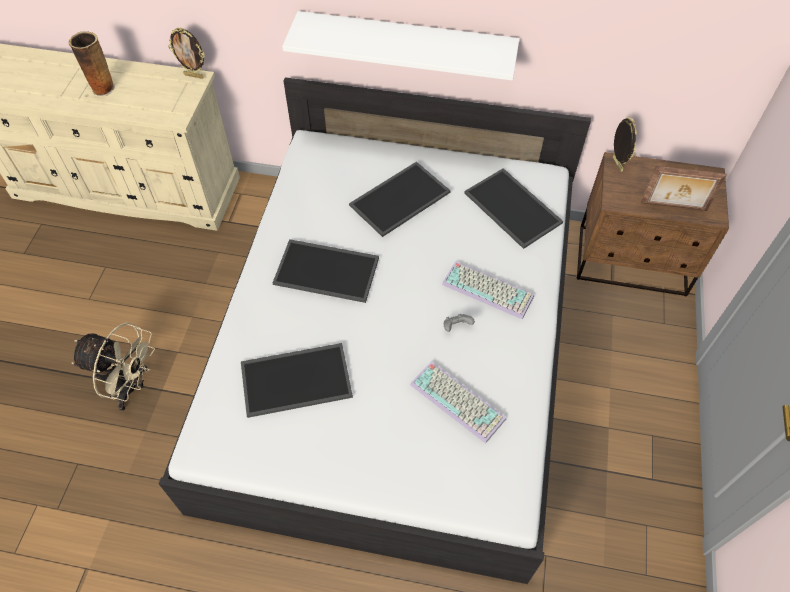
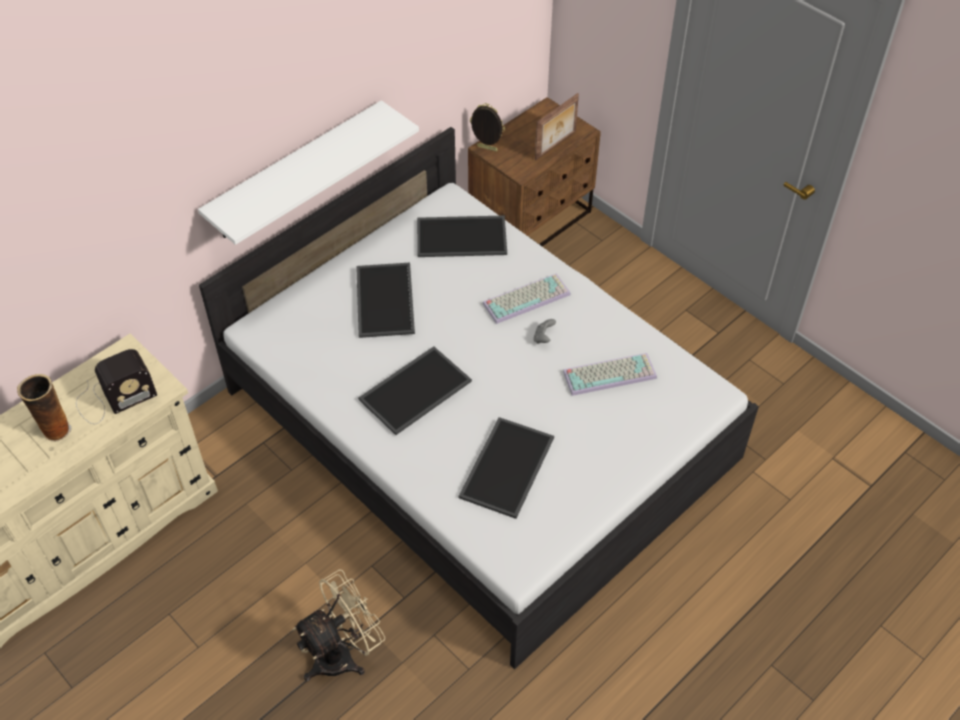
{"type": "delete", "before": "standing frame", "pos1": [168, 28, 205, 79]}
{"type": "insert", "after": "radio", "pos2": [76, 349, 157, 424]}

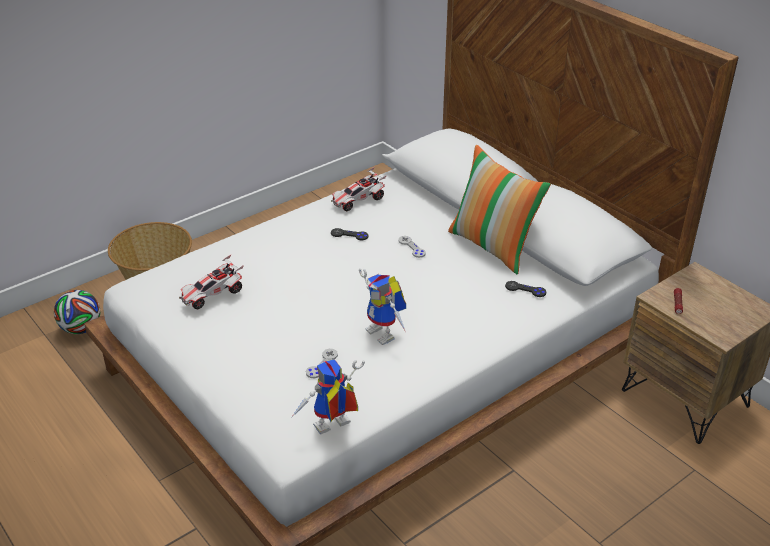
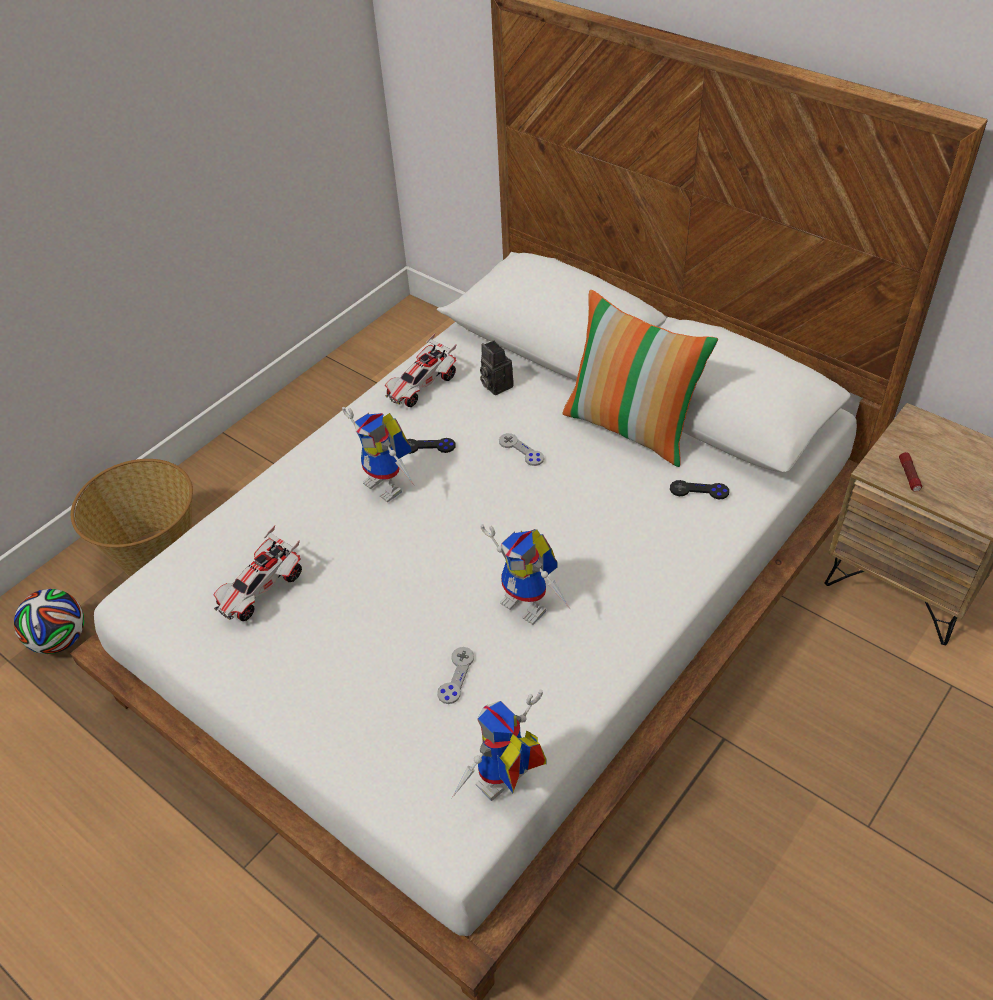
{"type": "insert", "after": "robot figure", "pos2": [342, 407, 414, 502]}
{"type": "insert", "after": "photo camera", "pos2": [480, 341, 514, 395]}

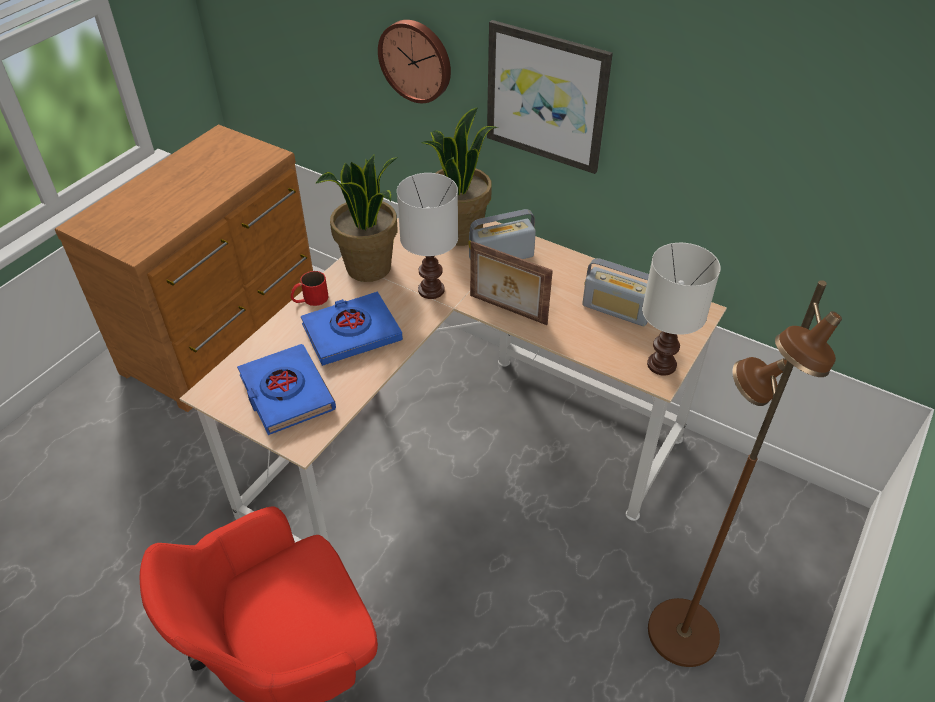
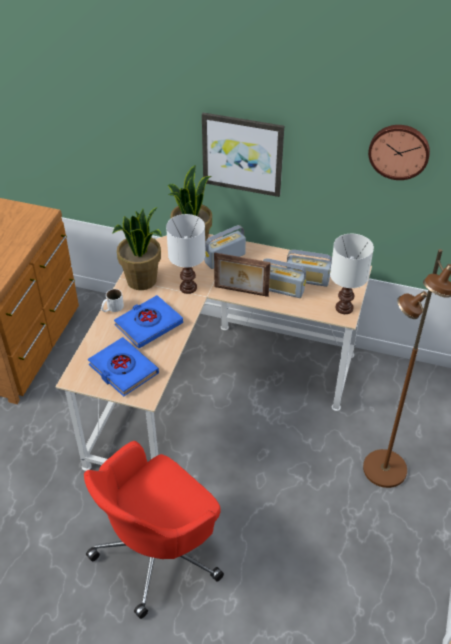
{"type": "recolor", "before": "coffee mug in red", "after": "coffee mug in white", "pos1": [291, 271, 329, 306], "pos2": [101, 289, 124, 312]}
{"type": "move", "before": "wall clock", "pos1": [378, 20, 451, 103], "pos2": [368, 125, 430, 180]}
{"type": "insert", "after": "radio", "pos2": [263, 258, 306, 298]}

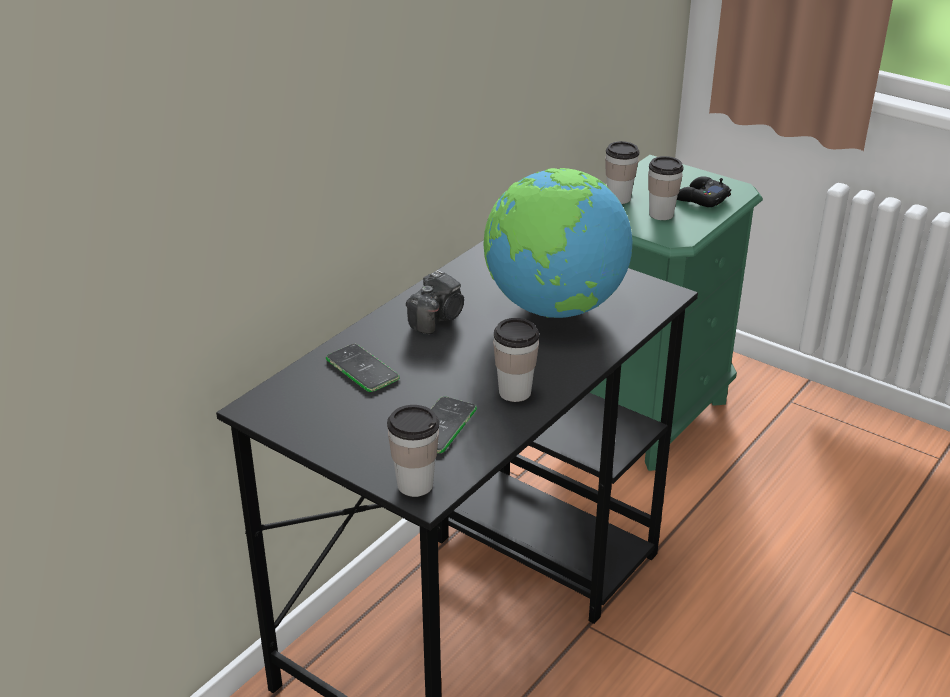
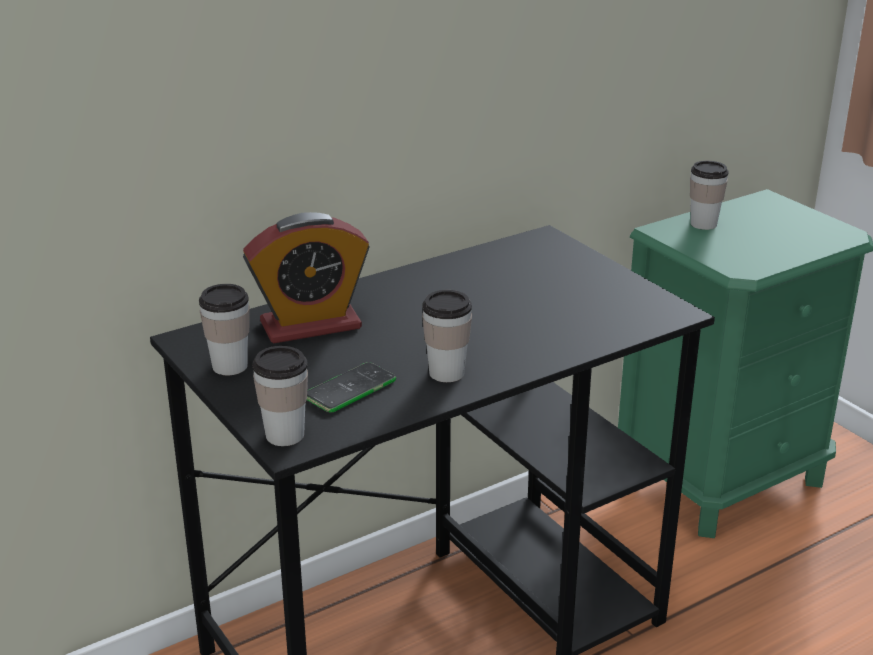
{"type": "replace", "before": "handset", "after": "bedside clock", "pos1": [326, 344, 400, 392], "pos2": [243, 212, 369, 344]}
{"type": "delete", "before": "photo camera", "pos1": [406, 270, 464, 334]}
{"type": "delete", "before": "desk globe", "pos1": [484, 168, 632, 318]}
{"type": "move", "before": "drinking cup", "pos1": [648, 156, 684, 220], "pos2": [199, 284, 250, 375]}
{"type": "delete", "before": "game controller in black", "pos1": [677, 176, 731, 207]}

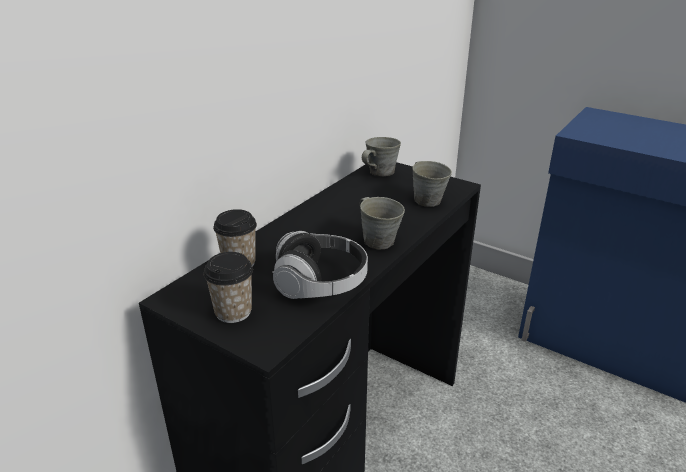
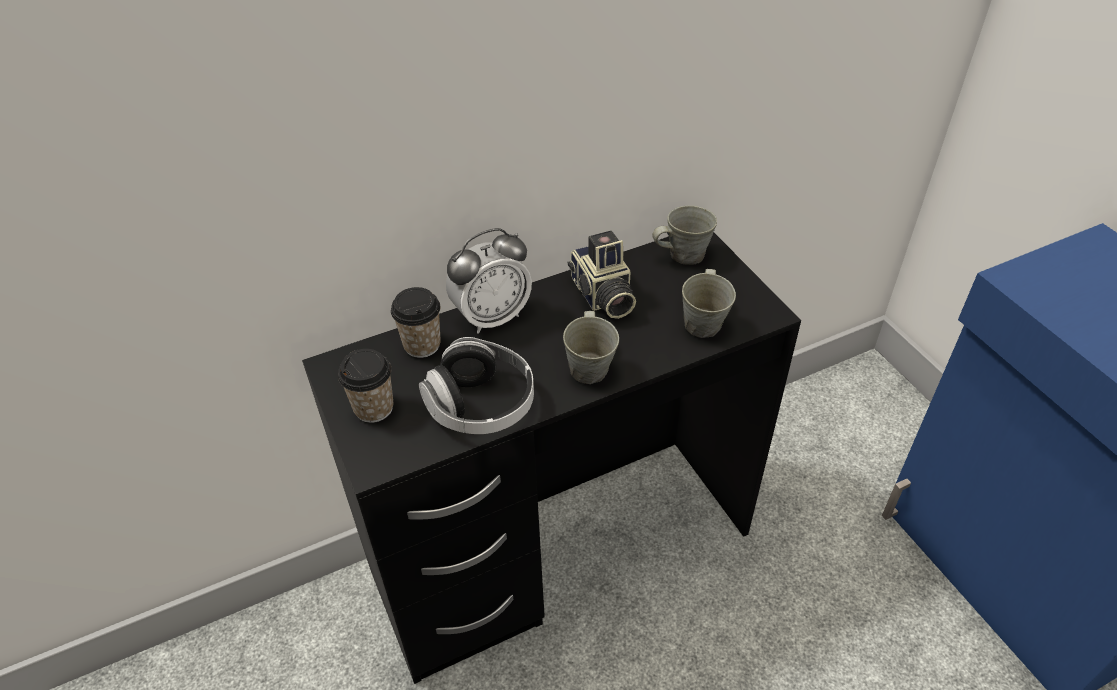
{"type": "insert", "after": "bedside clock", "pos2": [446, 228, 532, 334]}
{"type": "insert", "after": "photo camera", "pos2": [568, 230, 636, 319]}

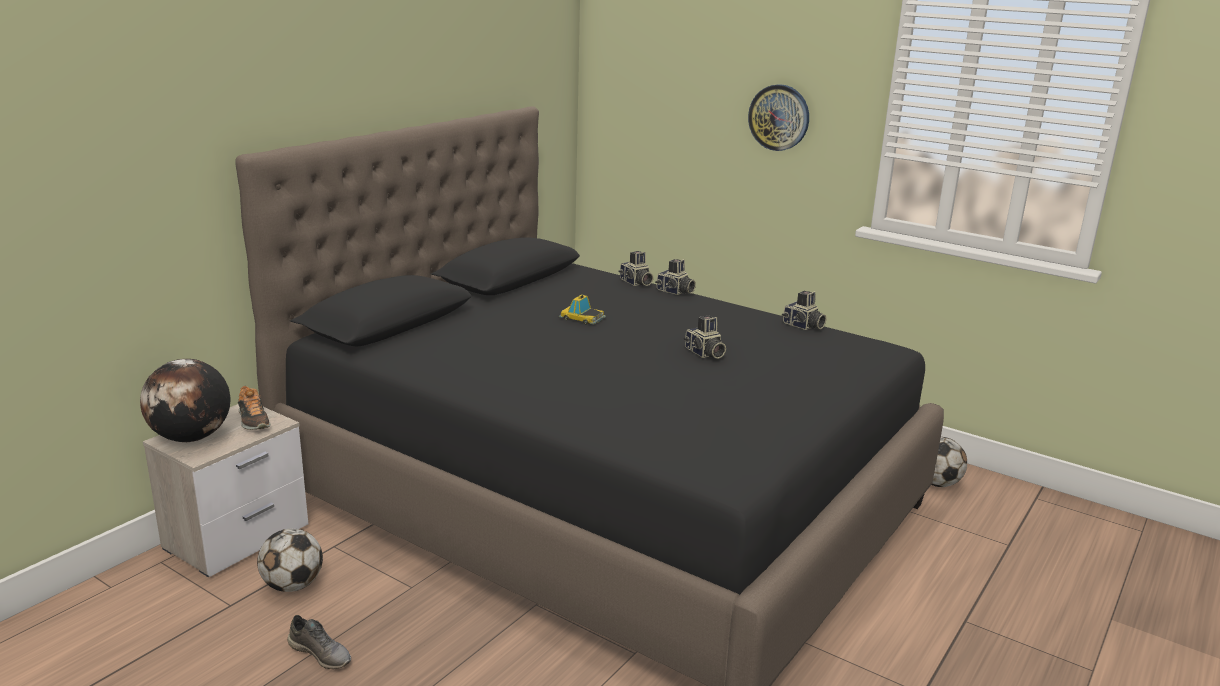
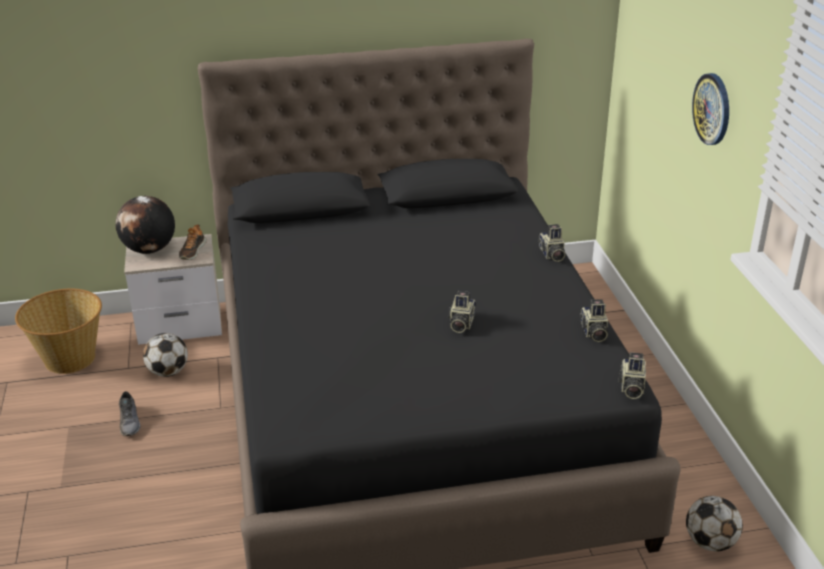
{"type": "delete", "before": "miniature car", "pos1": [559, 294, 606, 325]}
{"type": "move", "before": "photo camera", "pos1": [619, 251, 654, 286], "pos2": [619, 352, 646, 399]}
{"type": "insert", "after": "storage basket", "pos2": [15, 289, 102, 374]}

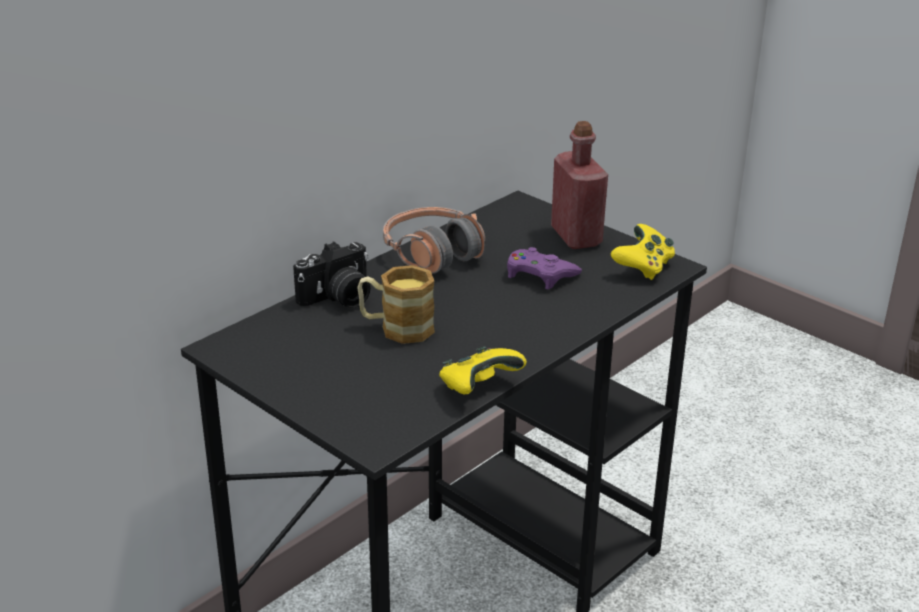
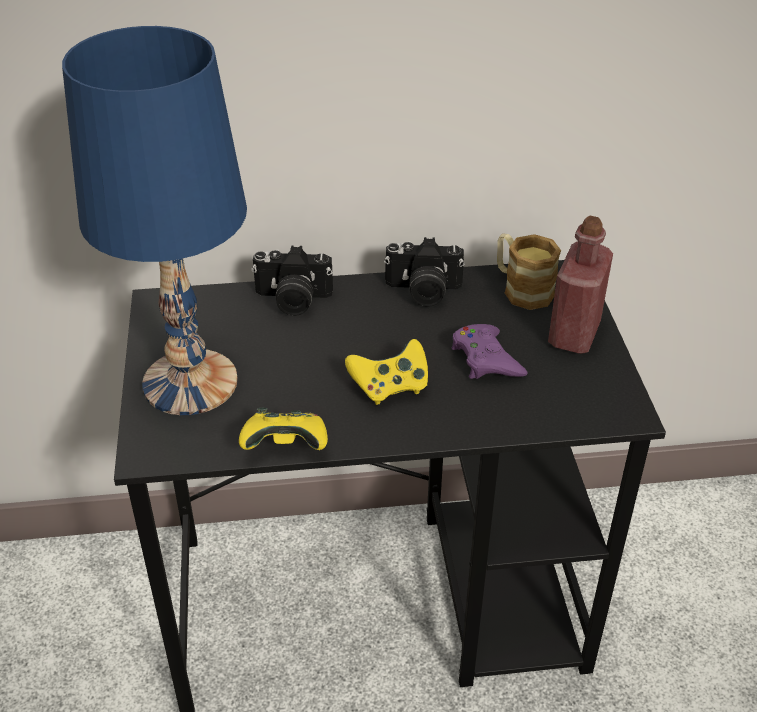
{"type": "move", "before": "coffee mug", "pos1": [358, 265, 435, 344], "pos2": [497, 234, 561, 310]}
{"type": "replace", "before": "headphones", "after": "photo camera", "pos1": [383, 207, 486, 274], "pos2": [384, 237, 465, 307]}
{"type": "move", "before": "game controller in yellow", "pos1": [610, 224, 675, 280], "pos2": [345, 339, 428, 405]}
{"type": "insert", "after": "lamp for a table in blue", "pos2": [62, 26, 247, 415]}

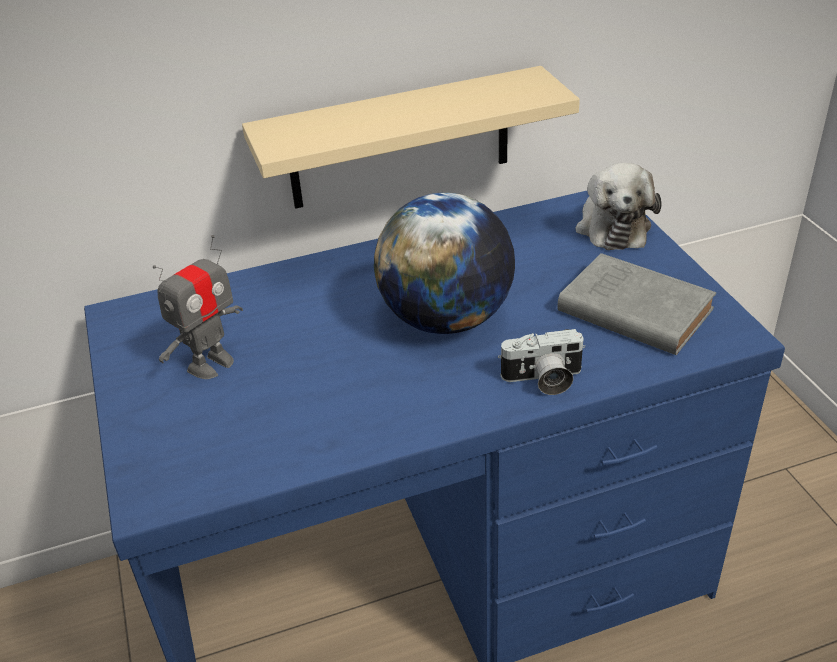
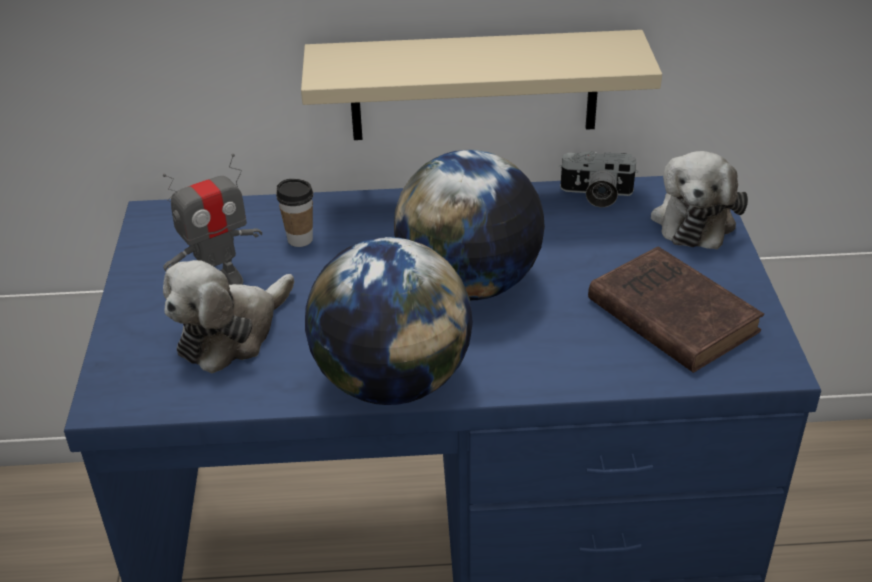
{"type": "move", "before": "photo camera", "pos1": [498, 329, 585, 395], "pos2": [559, 151, 638, 207]}
{"type": "recolor", "before": "book in grey", "after": "book in brownish", "pos1": [557, 253, 716, 355], "pos2": [588, 246, 764, 373]}
{"type": "insert", "after": "plush toy", "pos2": [163, 260, 294, 374]}
{"type": "insert", "after": "drinking cup", "pos2": [276, 179, 314, 247]}
{"type": "insert", "after": "desk globe", "pos2": [305, 237, 473, 405]}

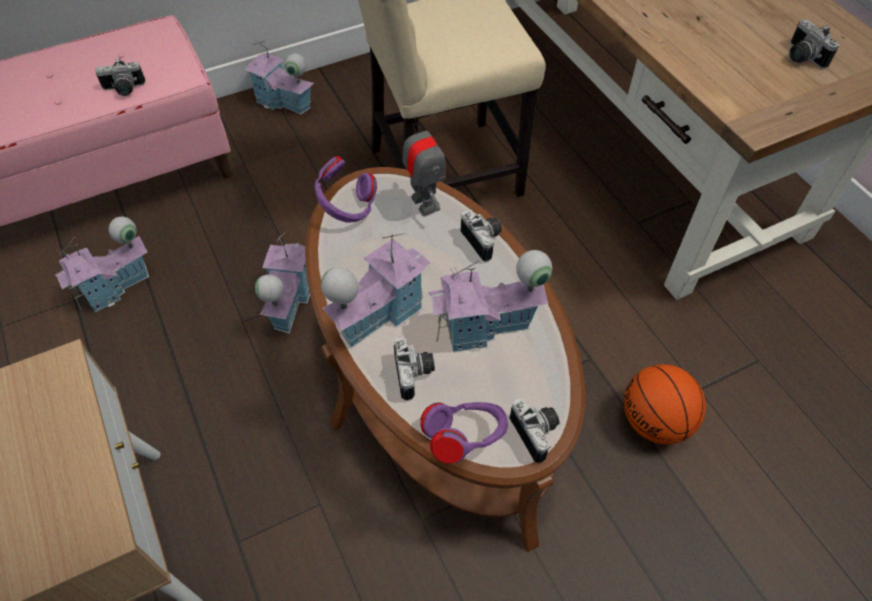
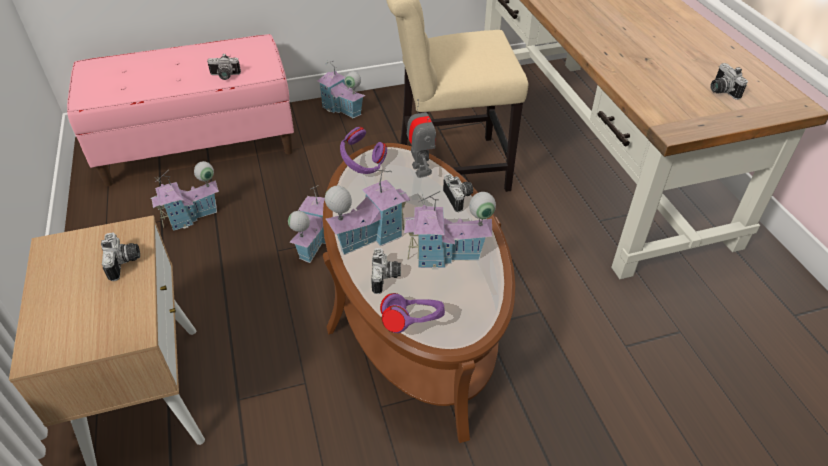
{"type": "move", "before": "photo camera", "pos1": [510, 398, 559, 463], "pos2": [101, 232, 140, 281]}
{"type": "delete", "before": "ball for basketball", "pos1": [624, 364, 706, 444]}

